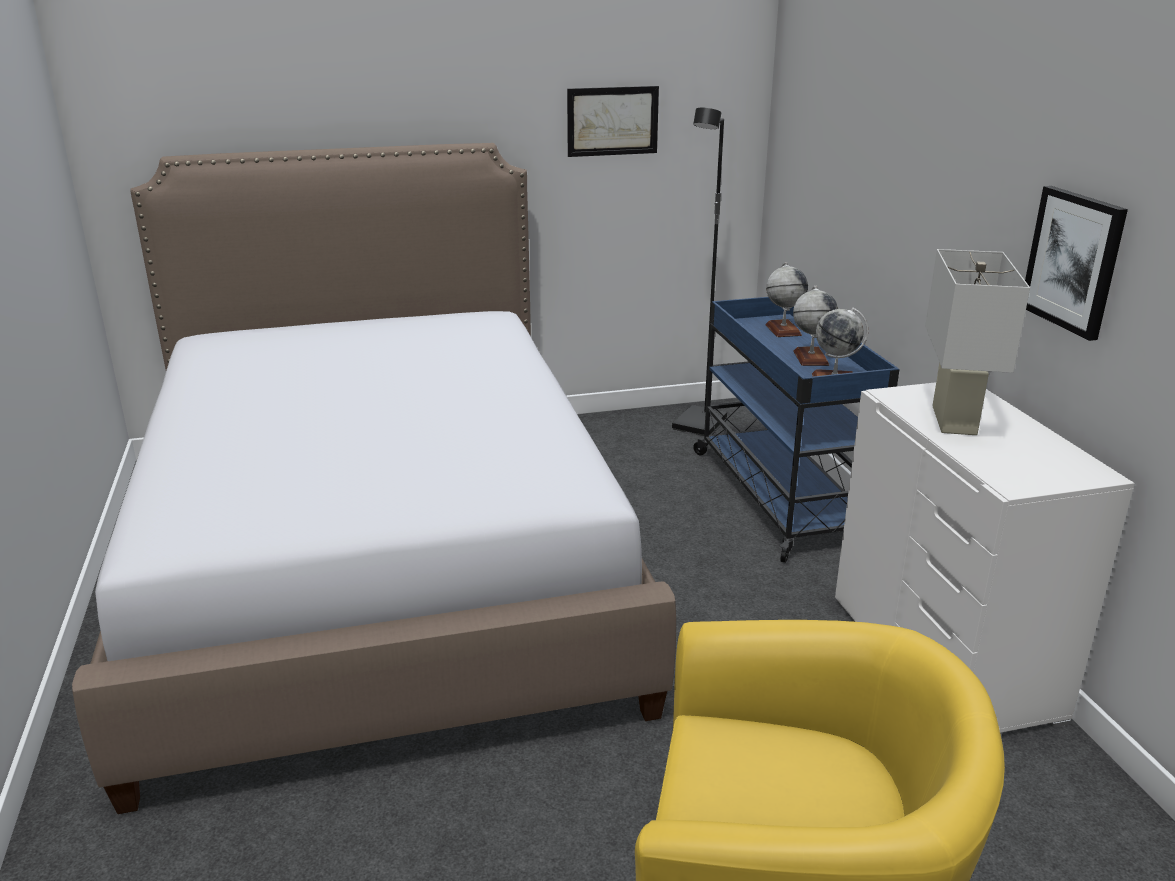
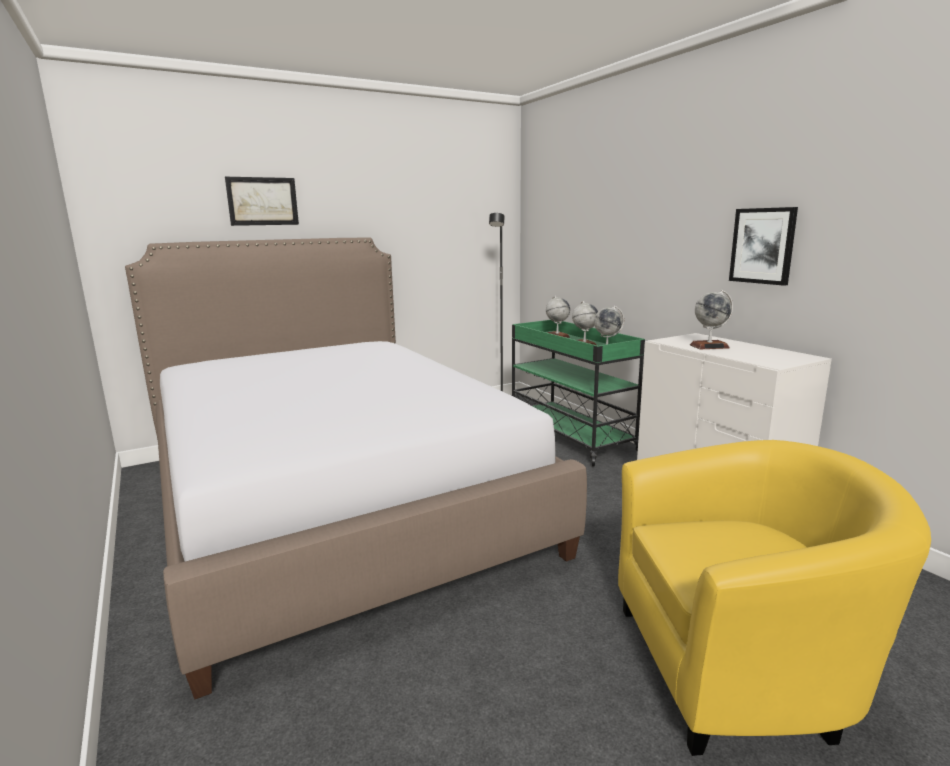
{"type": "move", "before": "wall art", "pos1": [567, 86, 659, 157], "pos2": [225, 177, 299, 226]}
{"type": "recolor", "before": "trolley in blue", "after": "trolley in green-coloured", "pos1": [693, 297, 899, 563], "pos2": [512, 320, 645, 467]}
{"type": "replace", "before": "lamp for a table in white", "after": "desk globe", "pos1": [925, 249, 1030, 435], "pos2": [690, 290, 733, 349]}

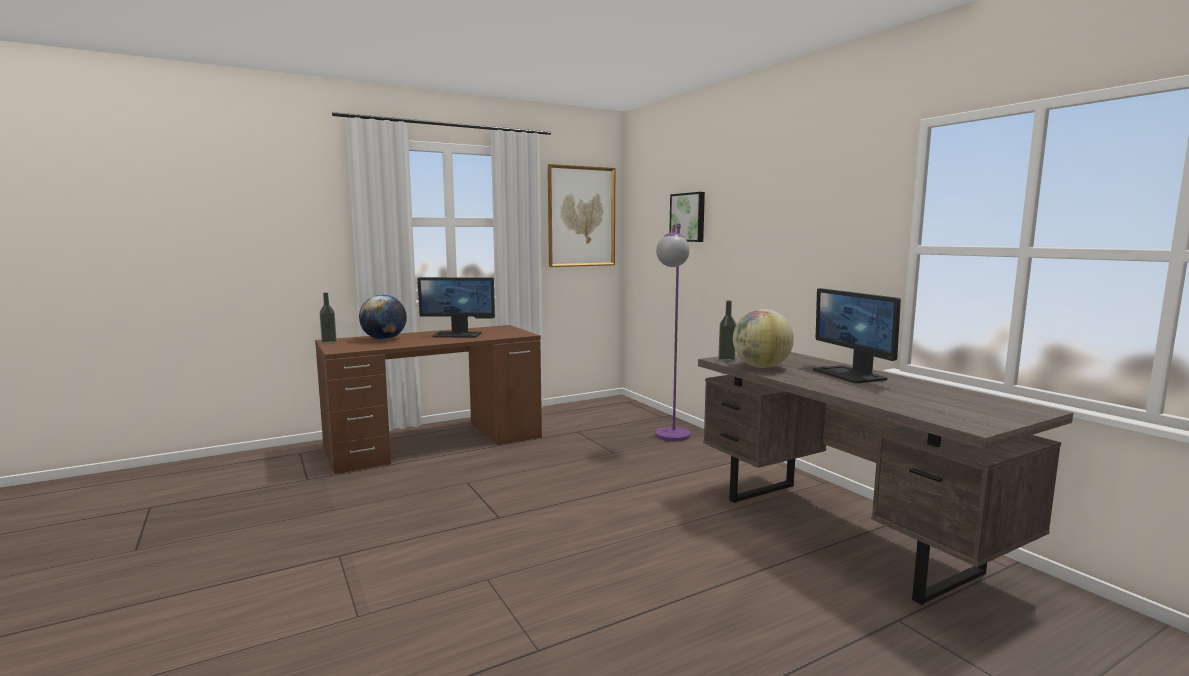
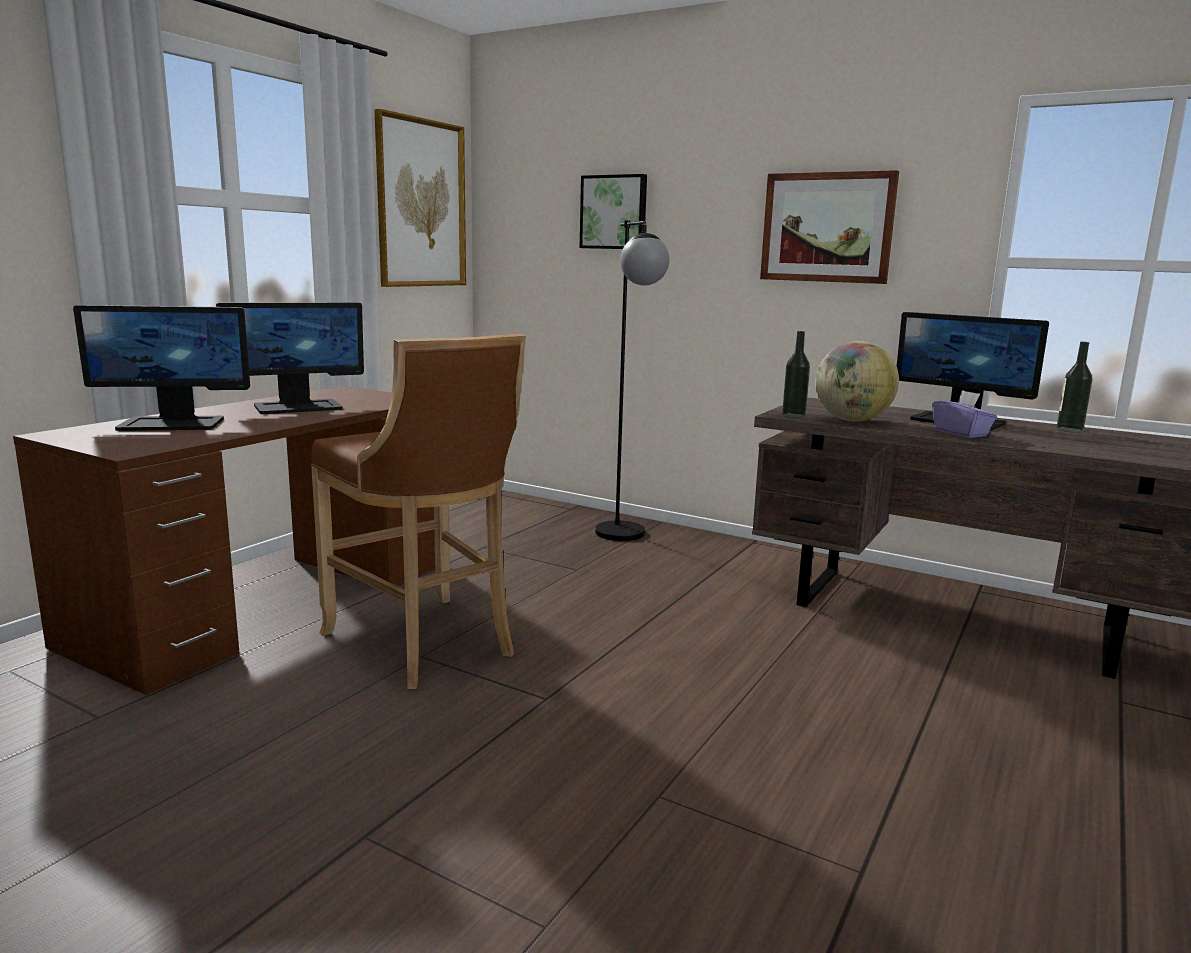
{"type": "move", "before": "bottle", "pos1": [320, 292, 337, 344], "pos2": [1056, 342, 1093, 433]}
{"type": "replace", "before": "desk globe", "after": "monitor", "pos1": [359, 295, 407, 340], "pos2": [73, 305, 250, 431]}
{"type": "recolor", "before": "floor lamp in purple", "after": "floor lamp in black", "pos1": [656, 224, 690, 441], "pos2": [595, 220, 669, 541]}
{"type": "insert", "after": "stool in brownish", "pos2": [311, 334, 526, 689]}
{"type": "insert", "after": "wall art", "pos2": [760, 170, 899, 284]}
{"type": "insert", "after": "box of tissues in purple", "pos2": [932, 390, 997, 438]}

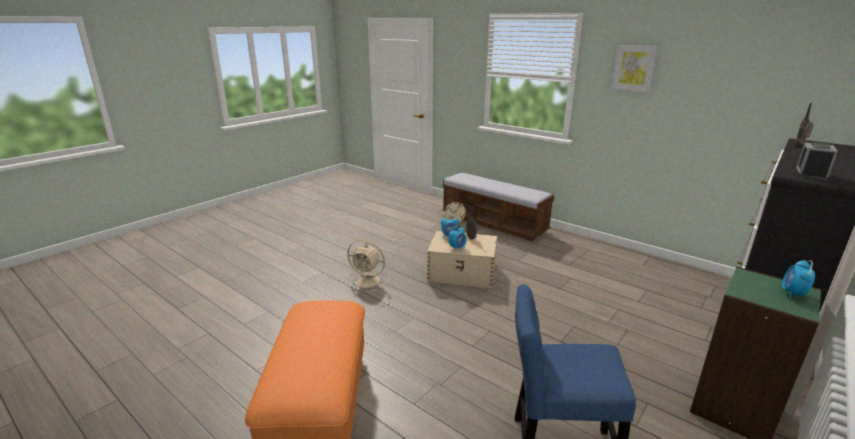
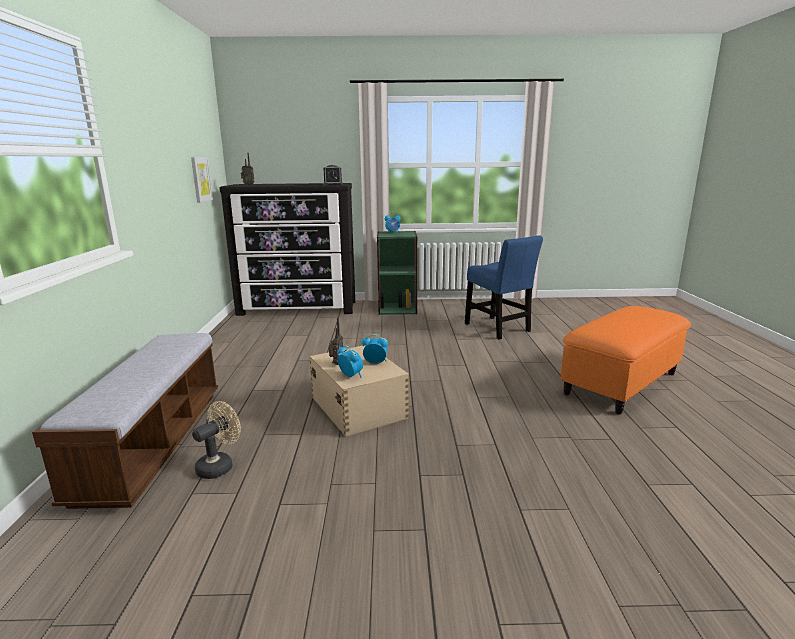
{"type": "delete", "before": "electric fan in beige", "pos1": [347, 239, 388, 292]}
{"type": "move", "before": "wall art", "pos1": [612, 45, 659, 92], "pos2": [191, 157, 213, 203]}

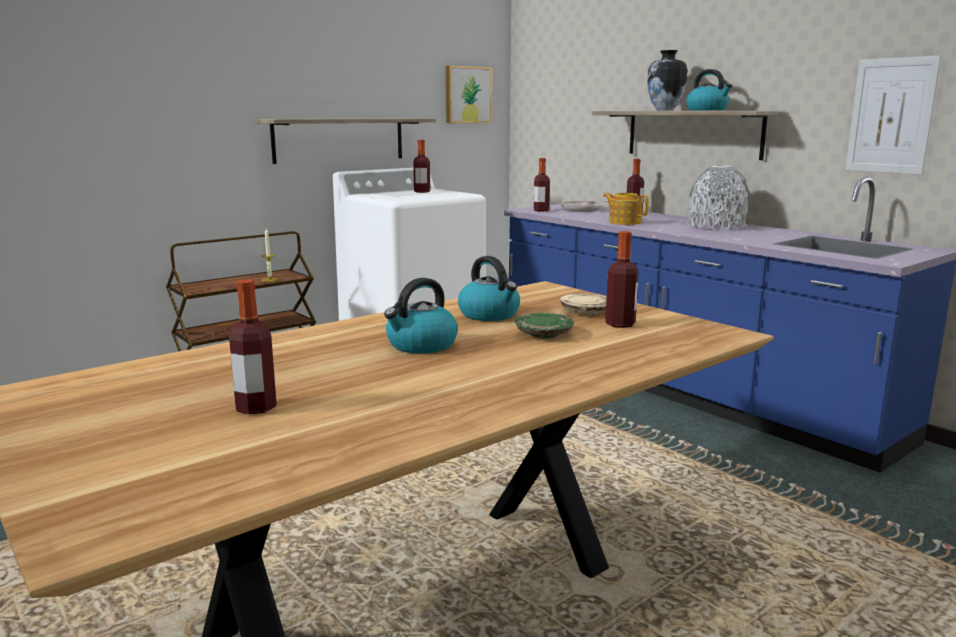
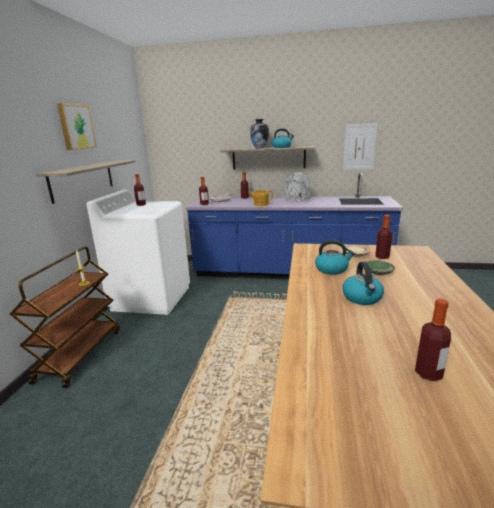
{"type": "move", "before": "wall art", "pos1": [446, 66, 492, 123], "pos2": [57, 103, 97, 150]}

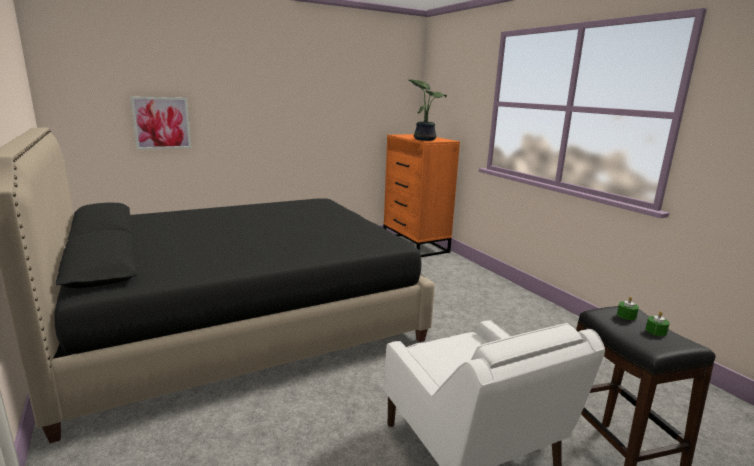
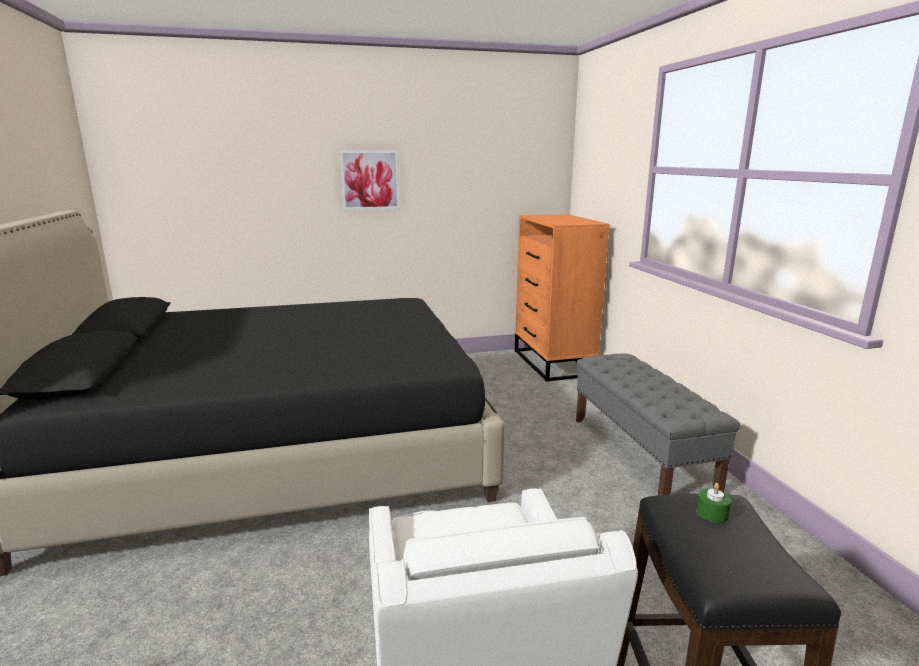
{"type": "move", "before": "wall art", "pos1": [130, 97, 191, 150], "pos2": [340, 151, 400, 210]}
{"type": "delete", "before": "potted plant", "pos1": [408, 79, 447, 141]}
{"type": "delete", "before": "wax candle in green-coloured", "pos1": [646, 311, 670, 336]}
{"type": "insert", "after": "bench in grey", "pos2": [576, 354, 740, 495]}

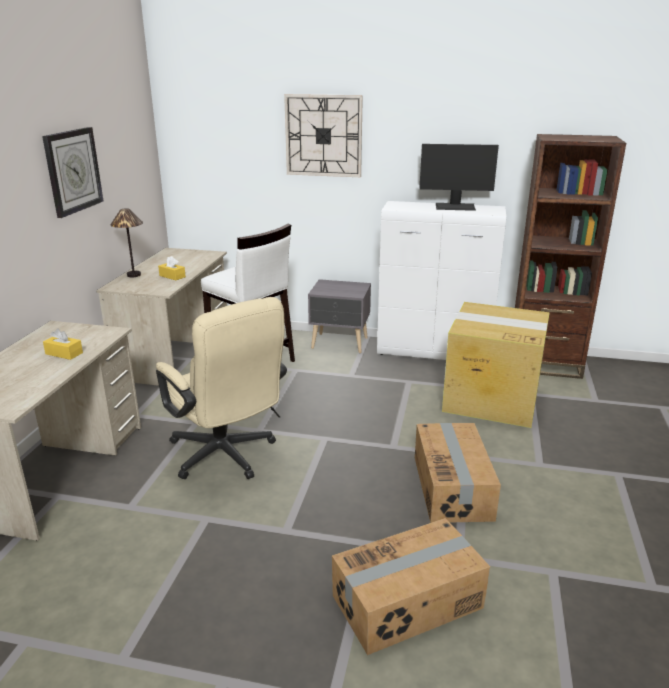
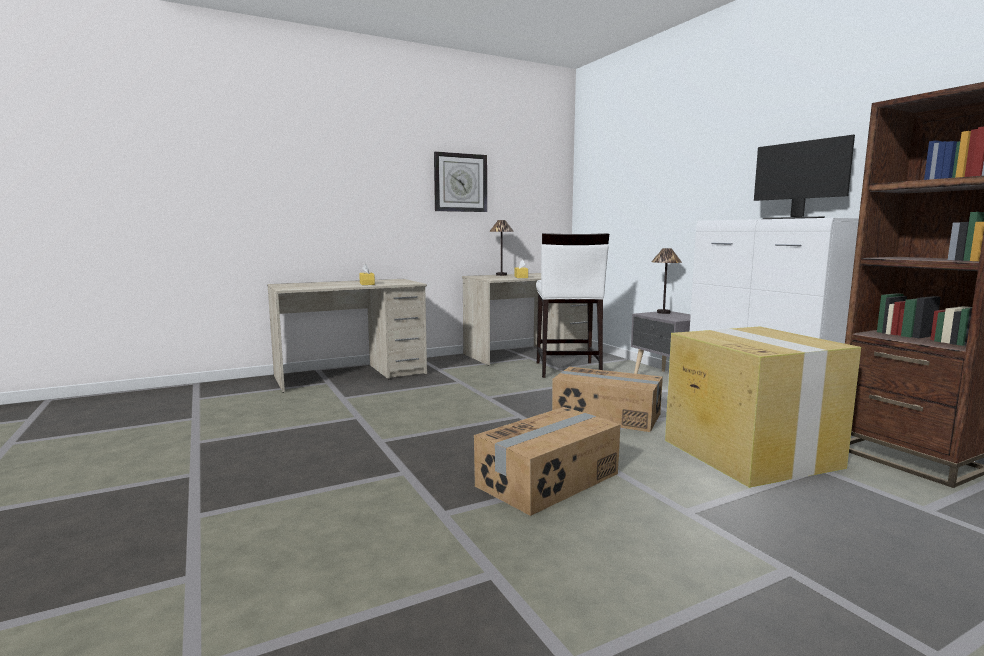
{"type": "delete", "before": "computer chair in beige", "pos1": [156, 297, 287, 479]}
{"type": "delete", "before": "wall clock", "pos1": [284, 94, 363, 177]}
{"type": "move", "before": "packing box", "pos1": [332, 518, 490, 655], "pos2": [552, 367, 663, 432]}
{"type": "insert", "after": "lamp for a table", "pos2": [651, 248, 682, 314]}

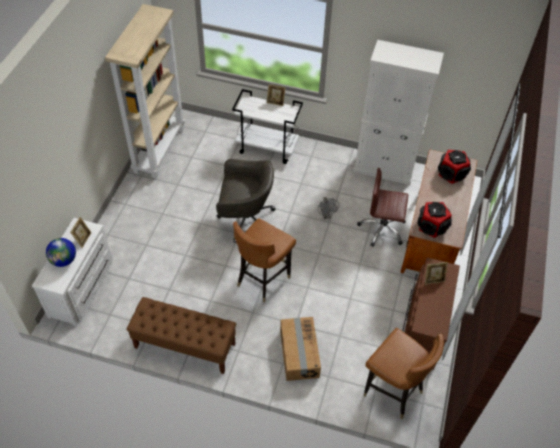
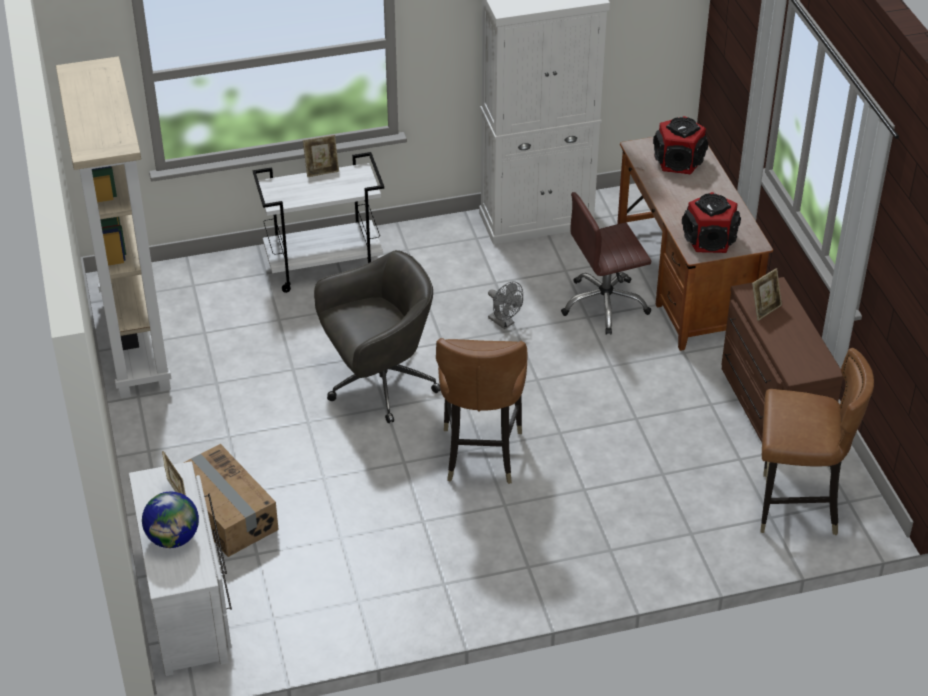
{"type": "delete", "before": "bench in brownish", "pos1": [127, 297, 236, 374]}
{"type": "move", "before": "packing box", "pos1": [280, 317, 321, 381], "pos2": [184, 444, 279, 557]}

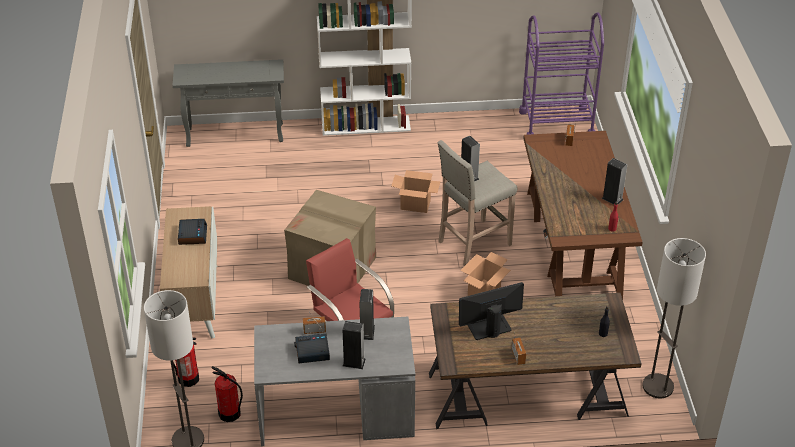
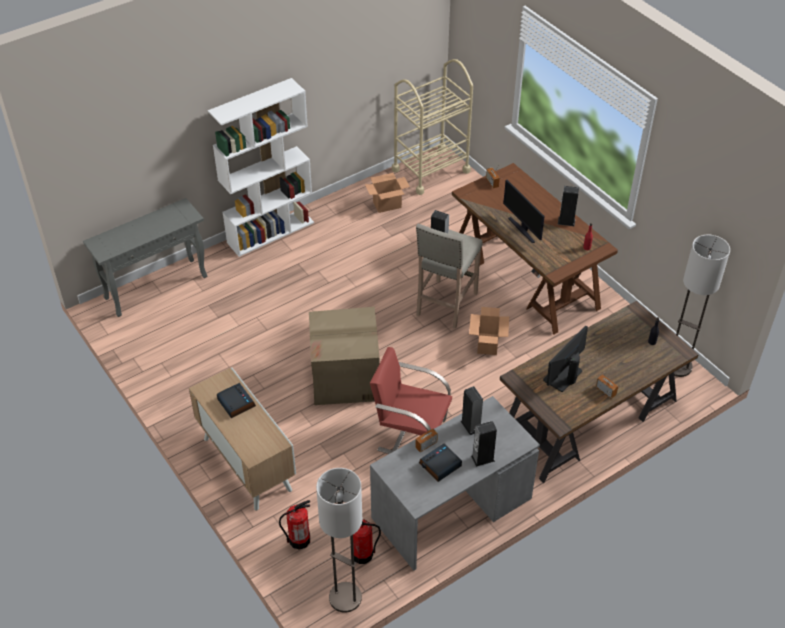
{"type": "move", "before": "packing box", "pos1": [391, 170, 441, 213], "pos2": [365, 173, 410, 213]}
{"type": "recolor", "before": "trolley in purple", "after": "trolley in beige", "pos1": [519, 12, 604, 135], "pos2": [392, 59, 473, 195]}
{"type": "insert", "after": "monitor", "pos2": [503, 180, 545, 243]}

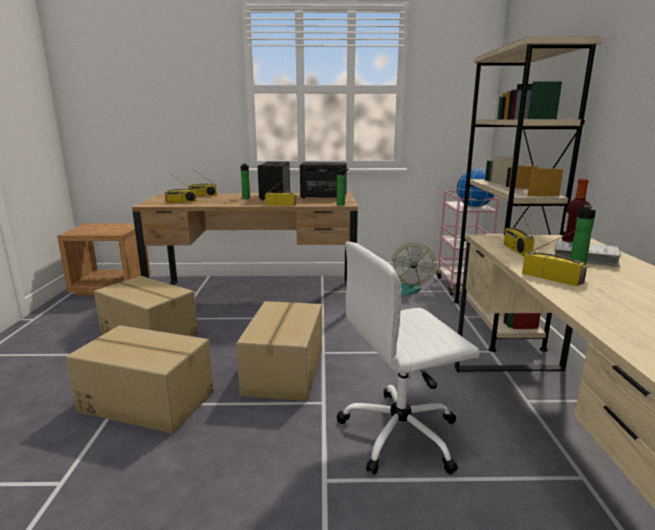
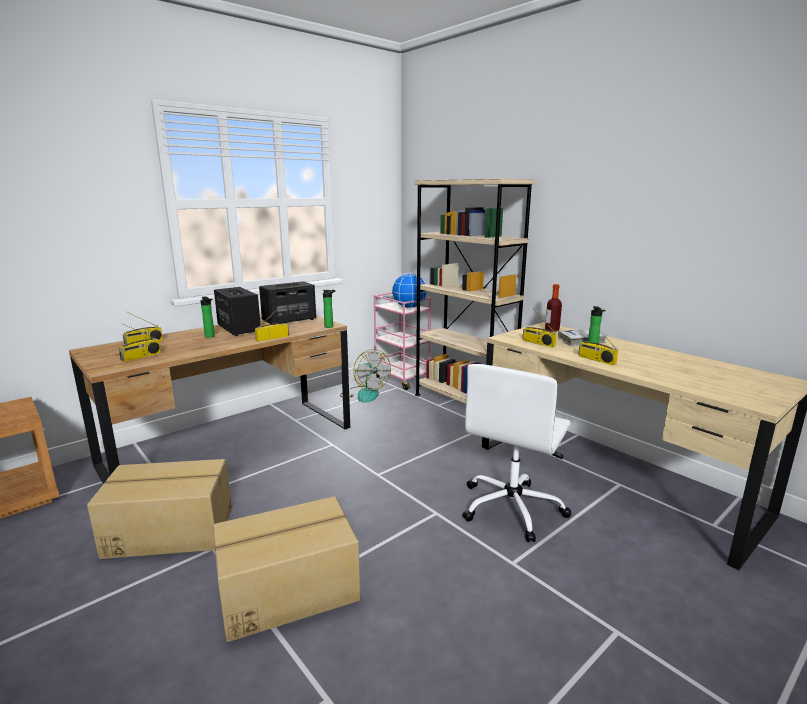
{"type": "delete", "before": "packing box", "pos1": [236, 301, 322, 401]}
{"type": "rotate", "before": "radio", "pos1": [522, 229, 587, 286], "pos2": [578, 322, 618, 365], "turn": -135}

